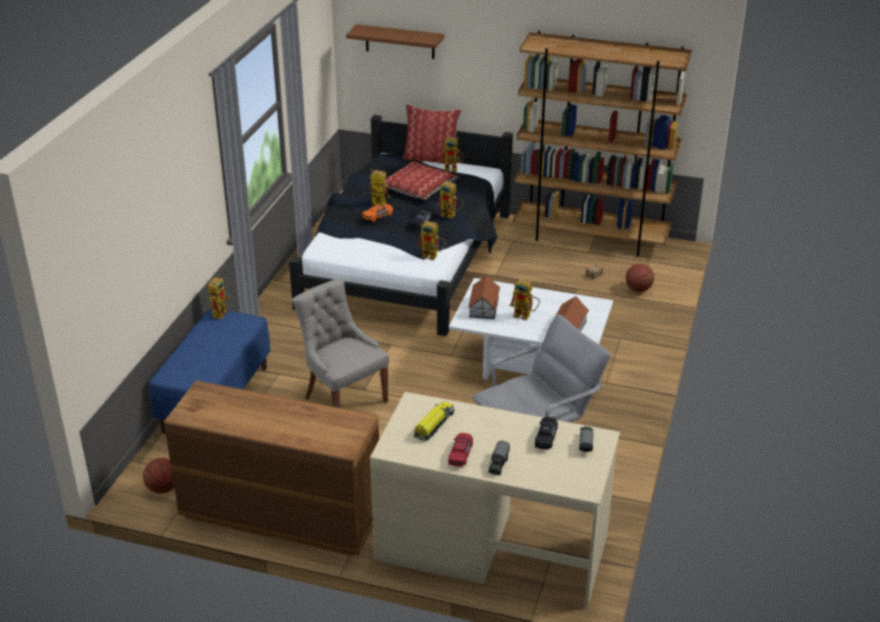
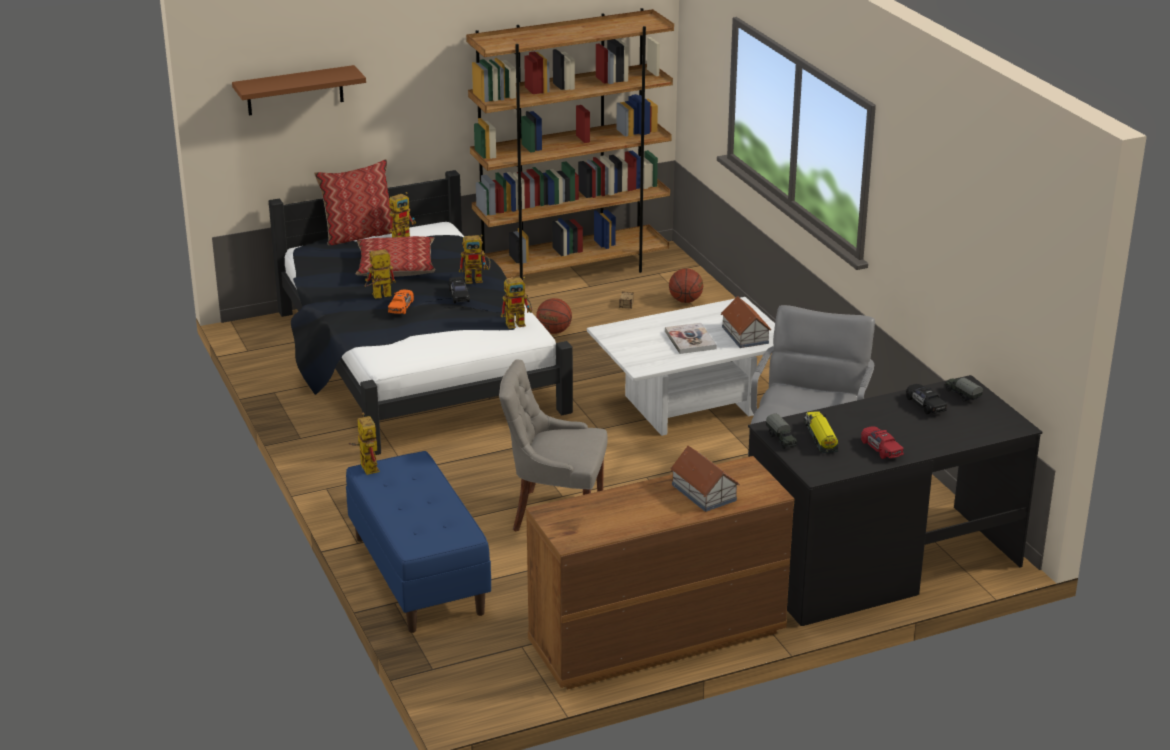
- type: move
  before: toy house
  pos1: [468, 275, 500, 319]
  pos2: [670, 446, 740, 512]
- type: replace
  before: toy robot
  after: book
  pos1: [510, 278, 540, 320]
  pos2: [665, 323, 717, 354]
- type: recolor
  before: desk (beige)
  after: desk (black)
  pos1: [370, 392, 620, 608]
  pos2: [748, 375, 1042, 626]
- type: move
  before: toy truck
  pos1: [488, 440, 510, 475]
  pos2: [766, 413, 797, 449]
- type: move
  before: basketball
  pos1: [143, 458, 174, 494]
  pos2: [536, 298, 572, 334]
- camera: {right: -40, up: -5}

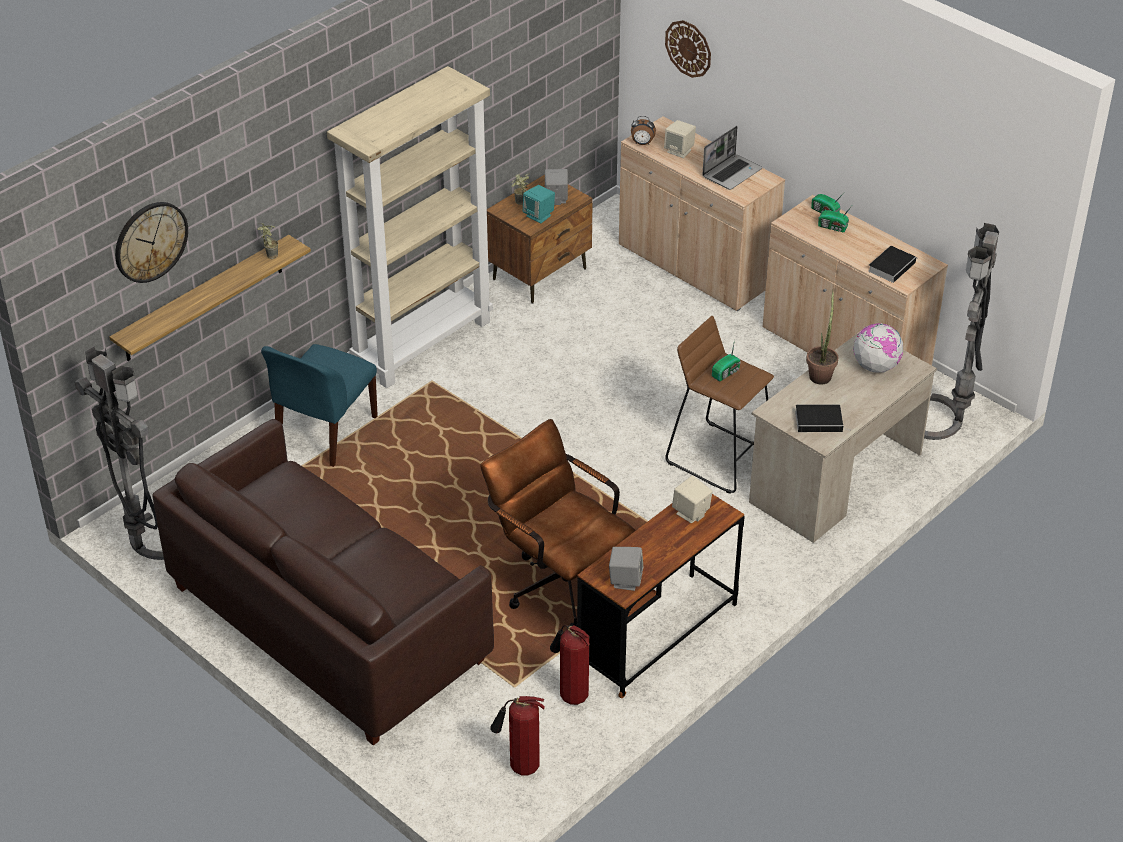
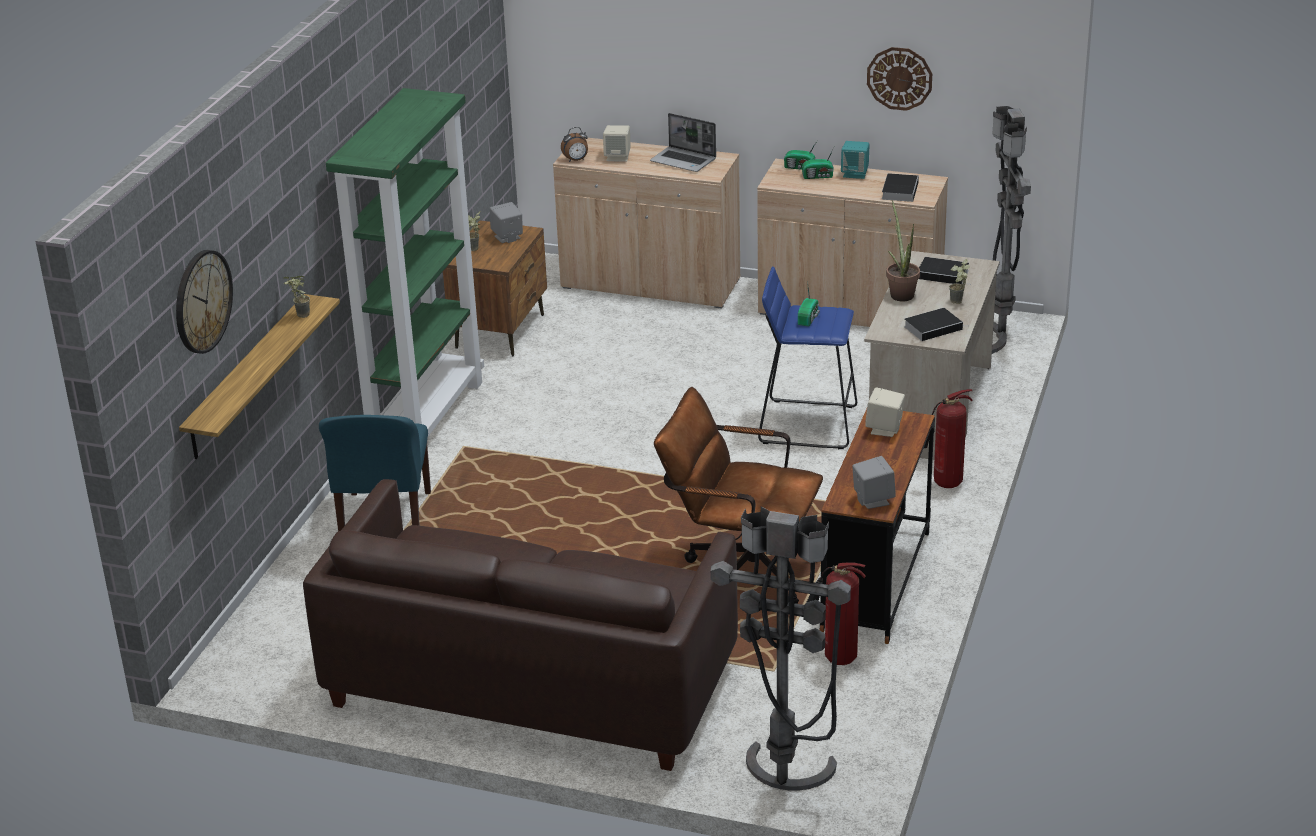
- type: move
  before: wall clock
  pos1: [665, 20, 711, 78]
  pos2: [867, 47, 932, 111]
- type: recolor
  before: bookcase (beige)
  after: bookcase (green)
  pos1: [327, 66, 493, 388]
  pos2: [326, 88, 484, 436]
- type: rotate
  before: laptop
  pos1: [702, 126, 762, 190]
  pos2: [650, 113, 716, 172]
  turn: 105
- type: move
  before: speaker (turquoise)
  pos1: [523, 185, 555, 223]
  pos2: [841, 141, 870, 179]
- type: recolor
  before: stool (brown)
  after: stool (blue)
  pos1: [665, 316, 774, 494]
  pos2: [758, 266, 857, 449]
- type: replace
  before: globe
  after: book
  pos1: [853, 323, 903, 373]
  pos2: [919, 257, 972, 285]
- type: move
  before: floor lamp (grey)
  pos1: [75, 346, 164, 560]
  pos2: [711, 506, 851, 791]
- type: move
  before: fire extinguisher
  pos1: [490, 696, 545, 776]
  pos2: [924, 389, 972, 488]
- type: insert
  after: potted plant
  pos2: [949, 259, 970, 304]
- camera: {right: -25, up: -10}

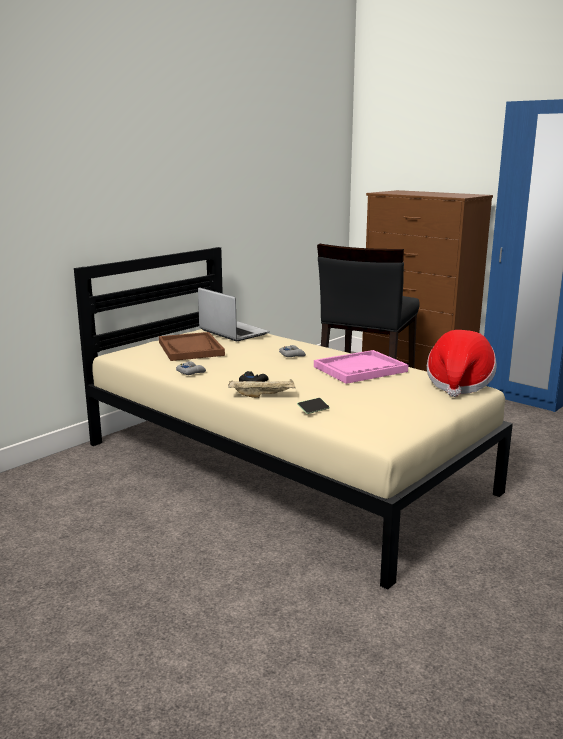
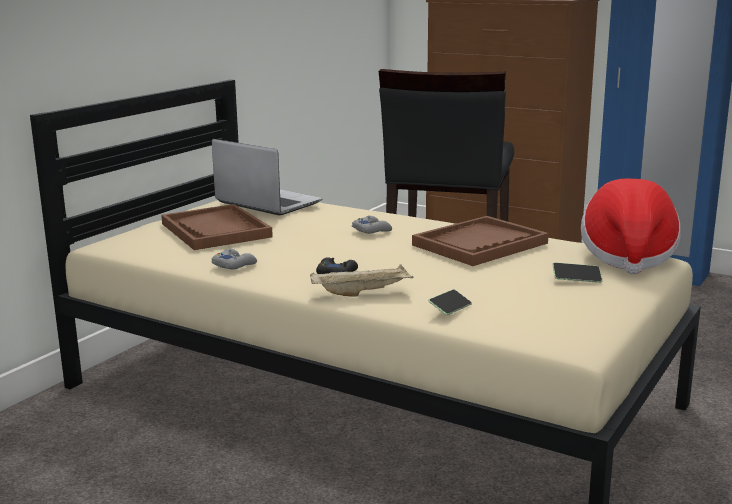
- type: recolor
  before: tray (pink)
  after: tray (brown)
  pos1: [314, 350, 408, 384]
  pos2: [412, 216, 549, 266]
- type: insert
  after: phone
  pos2: [552, 262, 603, 283]
- camera: {right: -10, up: 0}

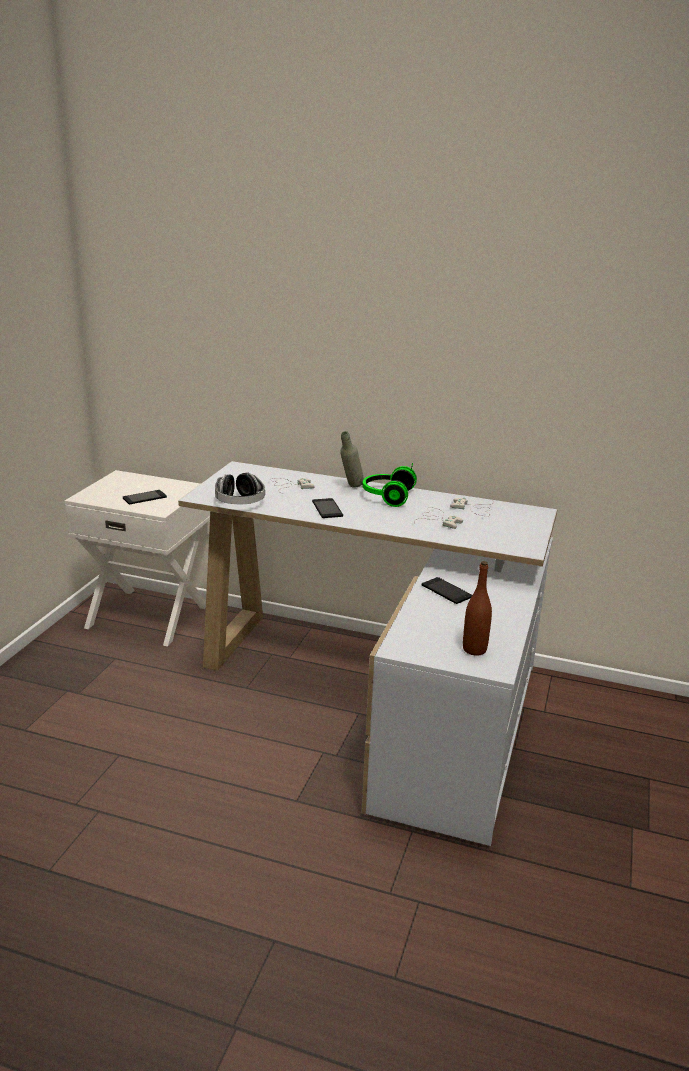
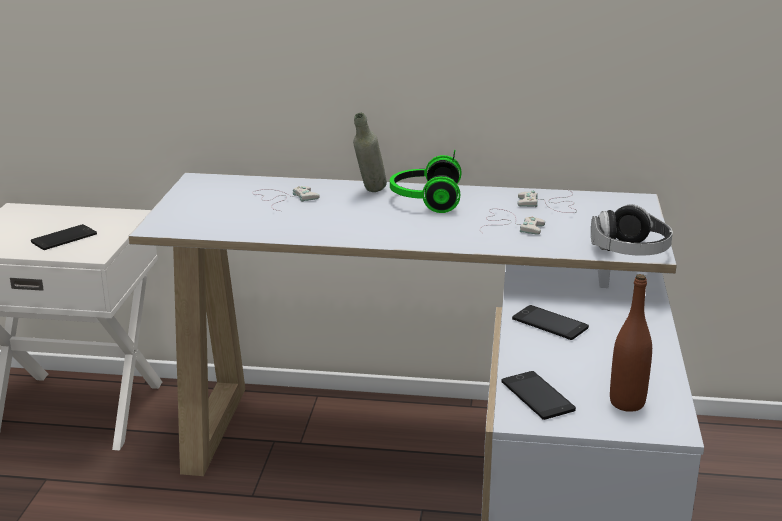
- type: move
  before: headphones
  pos1: [215, 473, 265, 504]
  pos2: [591, 205, 673, 256]
- type: move
  before: phone
  pos1: [312, 498, 343, 518]
  pos2: [501, 371, 576, 420]
- camera: {right: -10, up: 0}

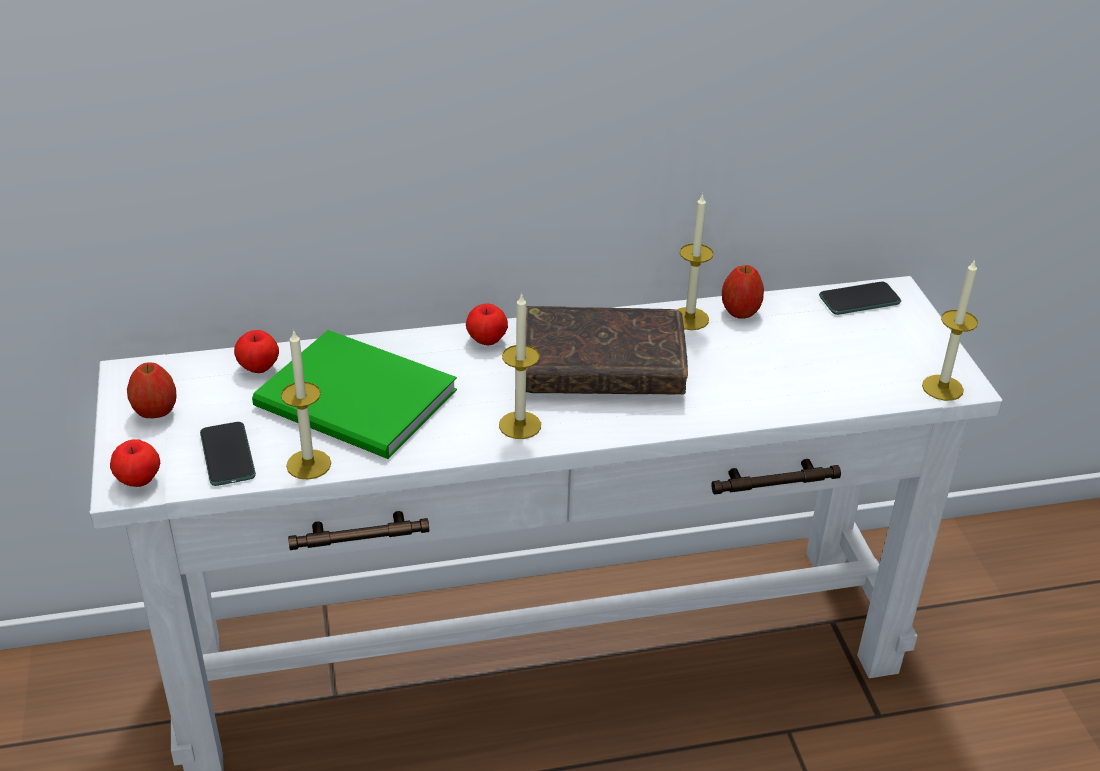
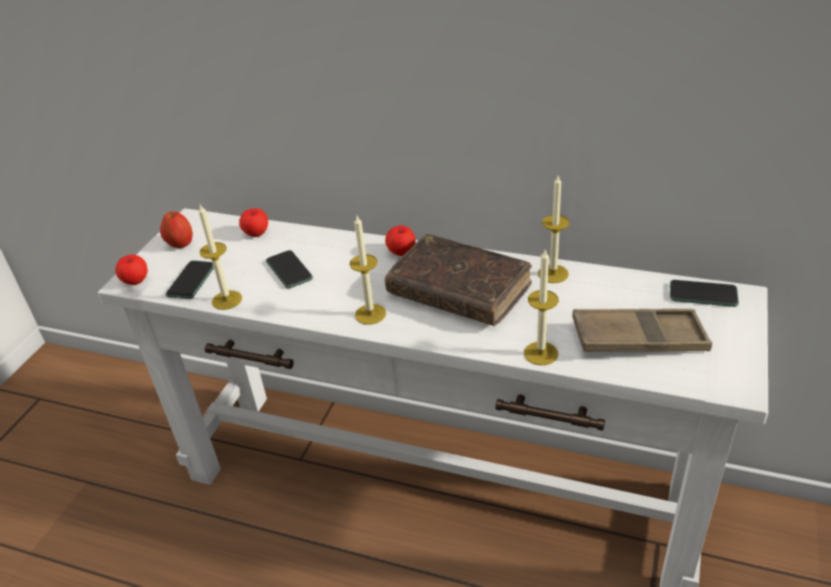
- type: move
  before: candle
  pos1: [922, 259, 978, 401]
  pos2: [524, 250, 559, 365]
- type: delete
  before: apple
  pos1: [722, 265, 764, 319]
- type: replace
  before: book (green)
  after: phone
  pos1: [252, 330, 457, 459]
  pos2: [266, 250, 313, 288]
- type: insert
  after: tray (brown)
  pos2: [572, 309, 712, 352]
- camera: {right: 35, up: 0}

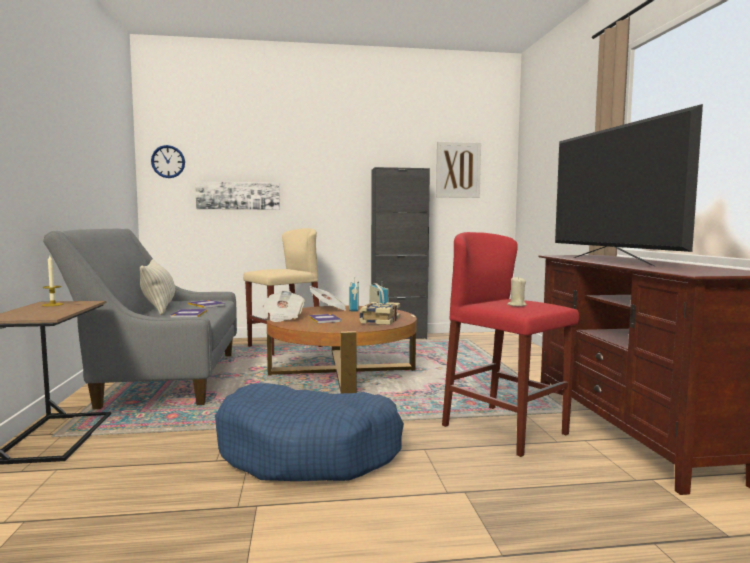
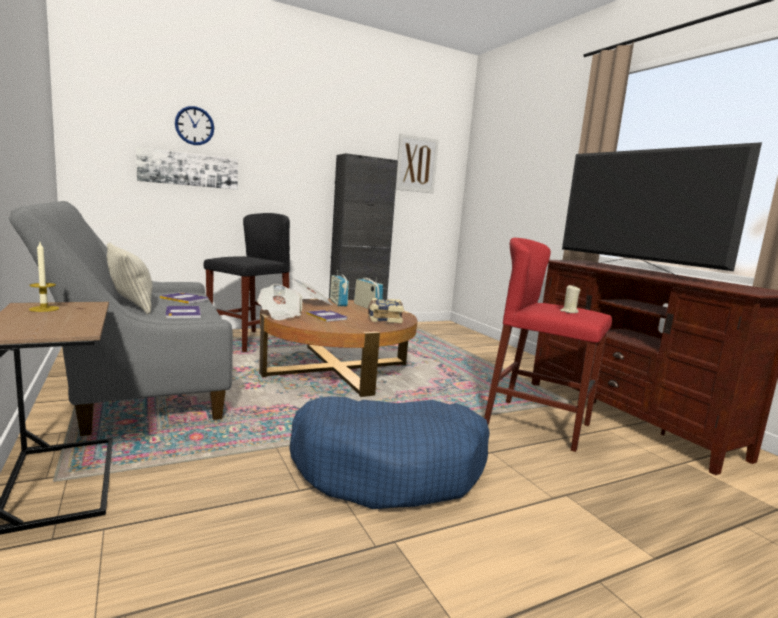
- type: move
  before: wall clock
  pos1: [151, 145, 185, 178]
  pos2: [175, 106, 214, 145]
- type: recolor
  before: stool (beige)
  after: stool (black)
  pos1: [243, 228, 322, 355]
  pos2: [204, 213, 290, 352]
- camera: {right: -20, up: 5}

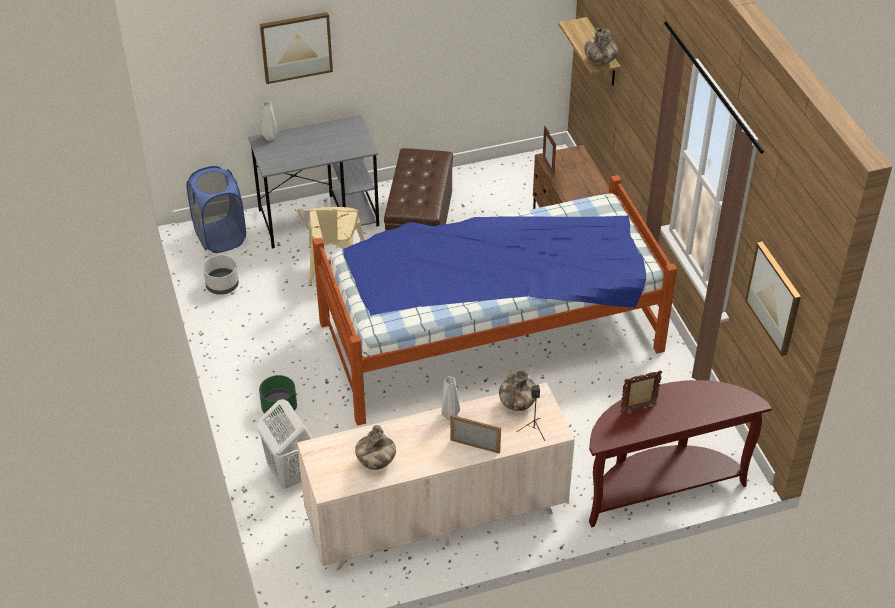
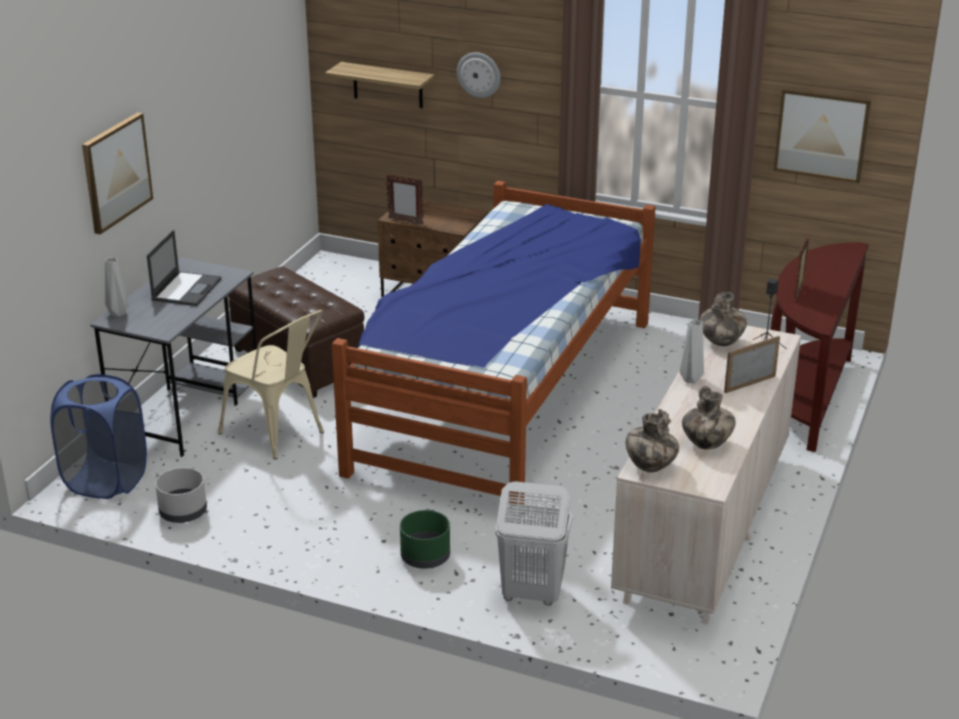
- type: move
  before: vase
  pos1: [585, 28, 618, 66]
  pos2: [626, 409, 679, 472]
- type: insert
  after: wall clock
  pos2: [457, 52, 500, 98]
- type: insert
  after: laptop
  pos2: [147, 230, 222, 306]
- camera: {right: -50, up: -15}

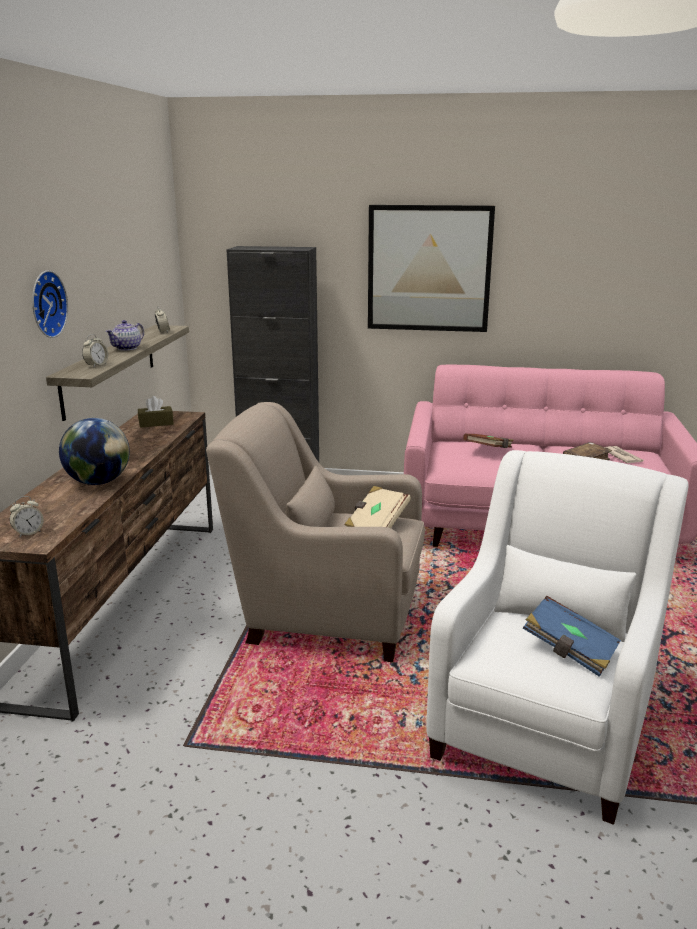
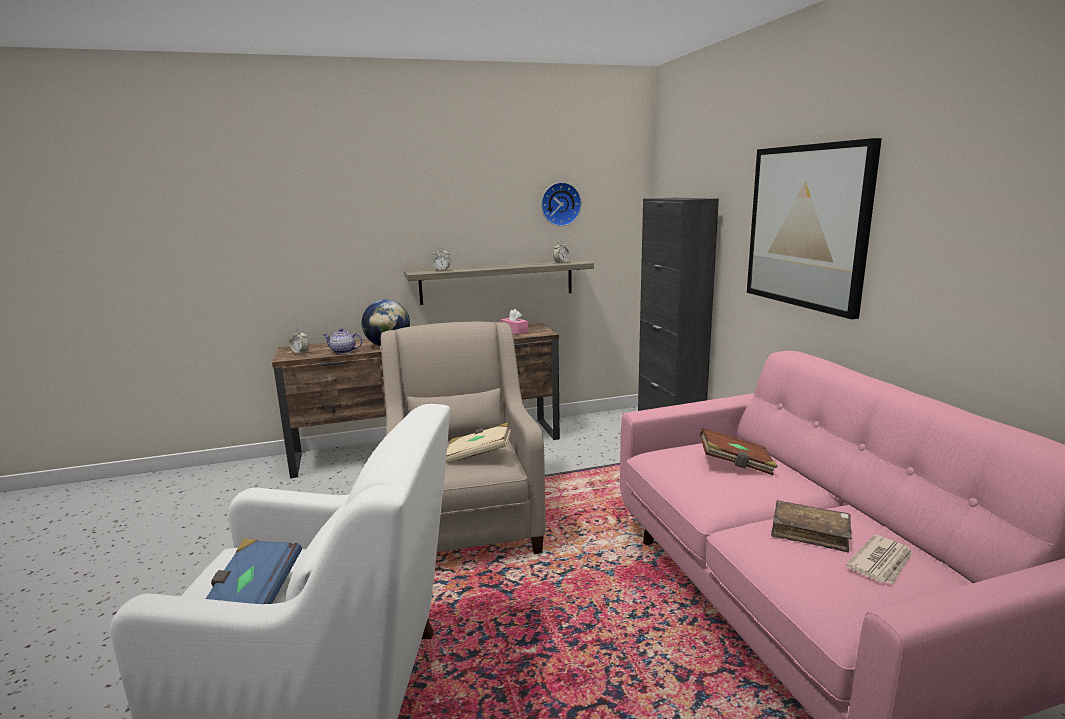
- type: move
  before: wall clock
  pos1: [32, 270, 68, 338]
  pos2: [541, 182, 582, 226]
- type: move
  before: teapot
  pos1: [106, 320, 144, 351]
  pos2: [322, 328, 362, 354]
- type: recolor
  before: tissue box (brown)
  after: tissue box (pink)
  pos1: [138, 396, 174, 428]
  pos2: [501, 309, 529, 335]
- camera: {right: 65, up: -5}

